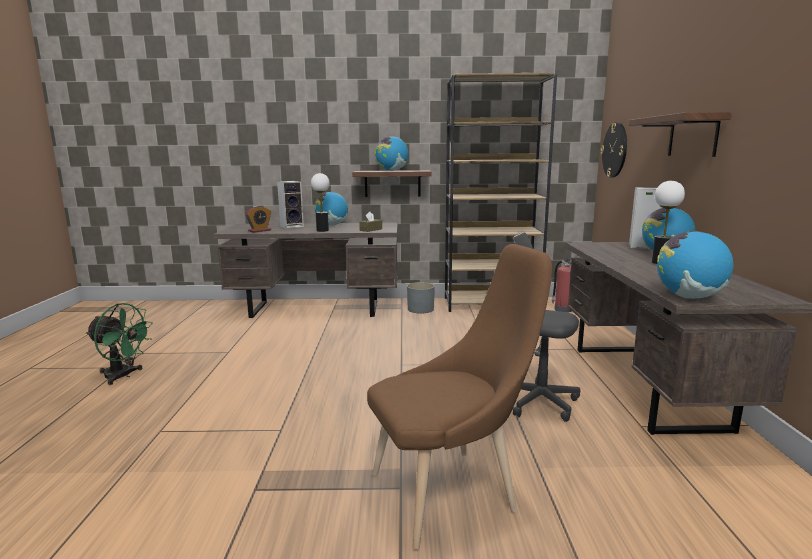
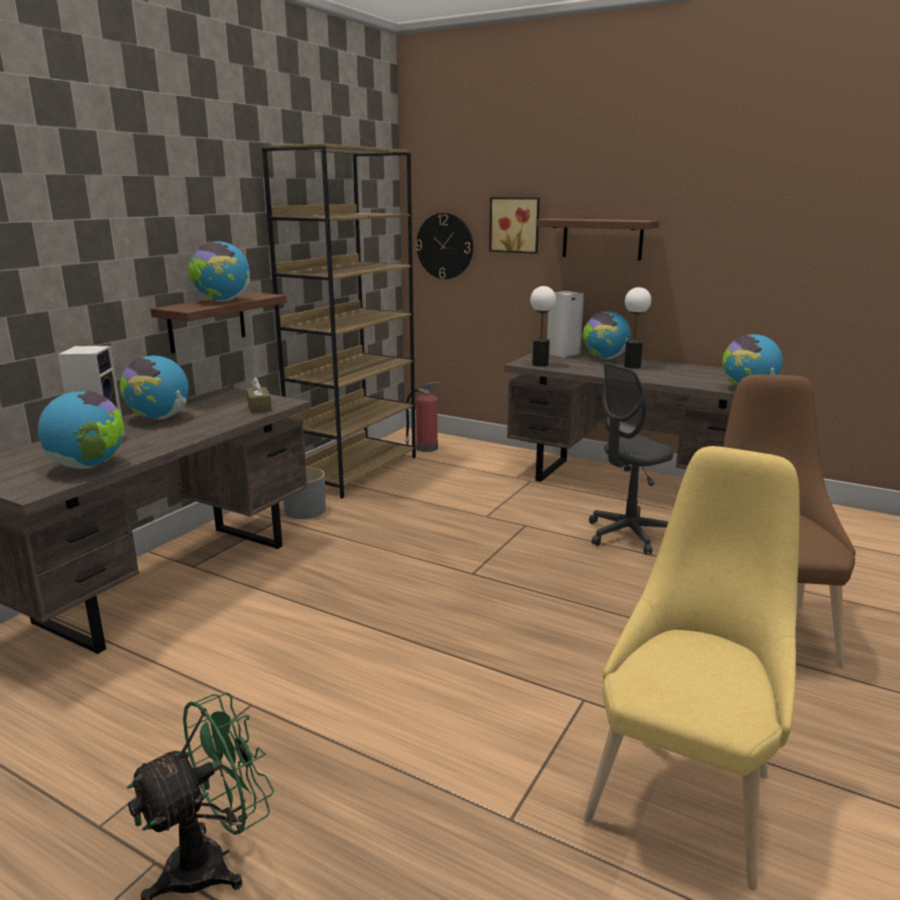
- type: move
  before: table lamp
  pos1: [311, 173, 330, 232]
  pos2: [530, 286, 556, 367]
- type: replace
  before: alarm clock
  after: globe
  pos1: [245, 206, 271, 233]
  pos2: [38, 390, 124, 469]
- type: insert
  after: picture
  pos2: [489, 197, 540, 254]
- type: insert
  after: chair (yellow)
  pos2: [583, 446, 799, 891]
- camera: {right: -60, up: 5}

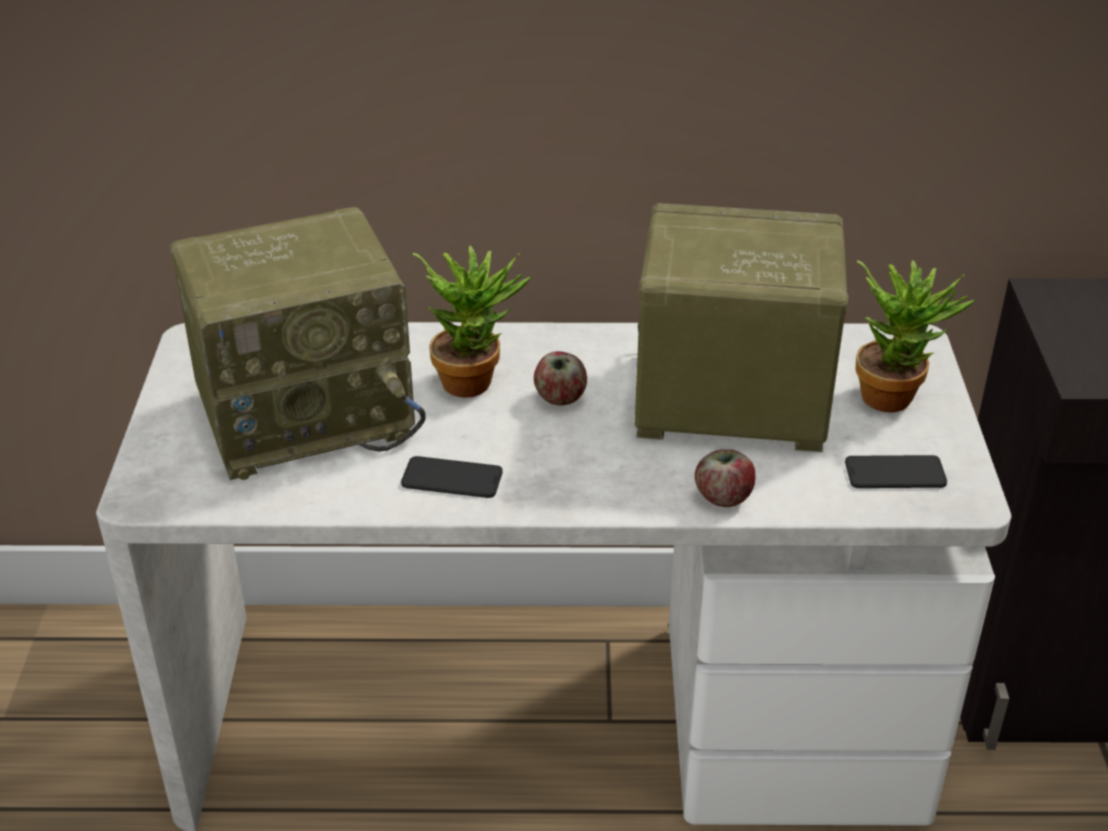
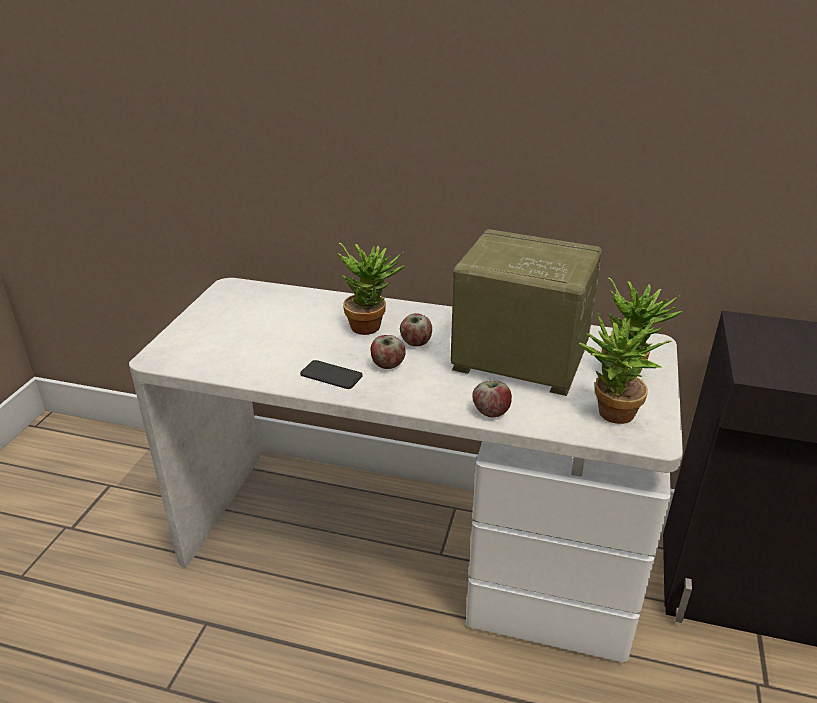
- type: delete
  before: radio
  pos1: [170, 207, 426, 480]
- type: replace
  before: phone
  after: potted plant
  pos1: [845, 455, 947, 488]
  pos2: [579, 313, 673, 424]
- type: insert
  after: apple
  pos2: [371, 335, 406, 369]
- camera: {right: 15, up: -5}

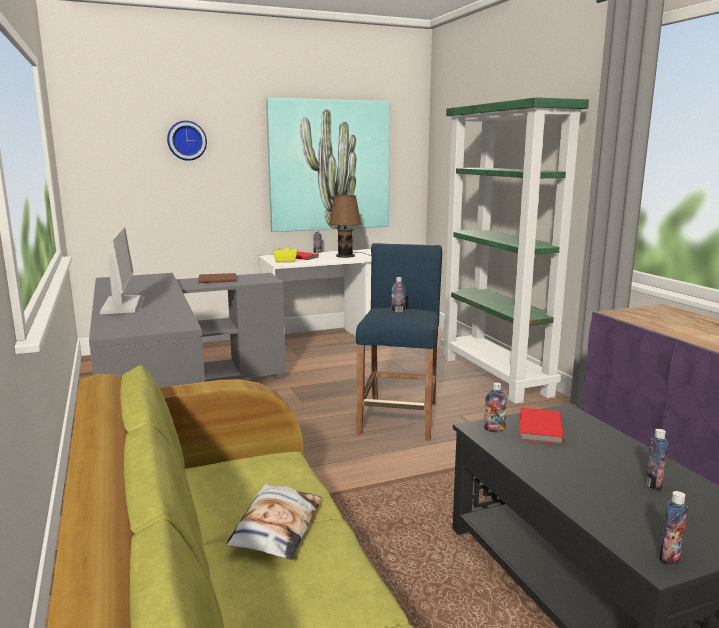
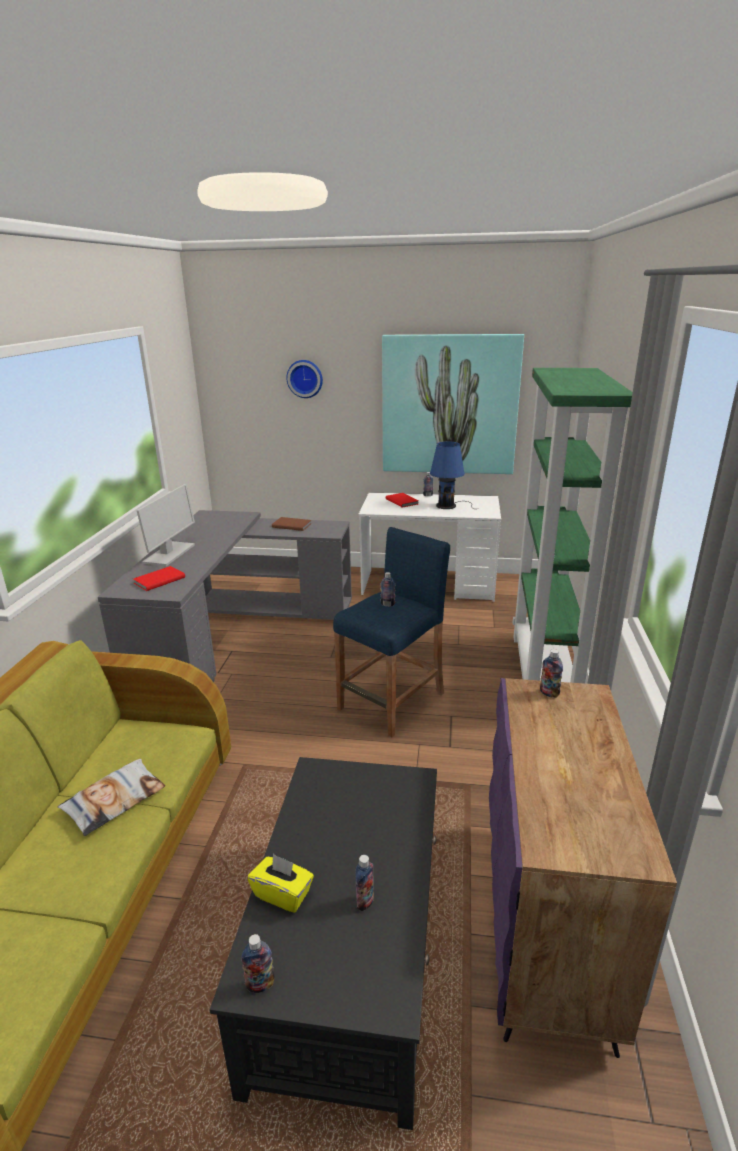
- type: recolor
  before: table lamp (brown)
  after: table lamp (blue)
  pos1: [329, 195, 371, 258]
  pos2: [430, 441, 473, 509]
- type: move
  before: tissue box (yellow)
  pos1: [273, 242, 297, 262]
  pos2: [248, 854, 314, 913]
- type: move
  before: bottle
  pos1: [484, 382, 507, 433]
  pos2: [540, 649, 563, 698]
- type: move
  before: book (red)
  pos1: [520, 407, 564, 444]
  pos2: [133, 566, 185, 591]
- camera: {right: 30, up: 10}

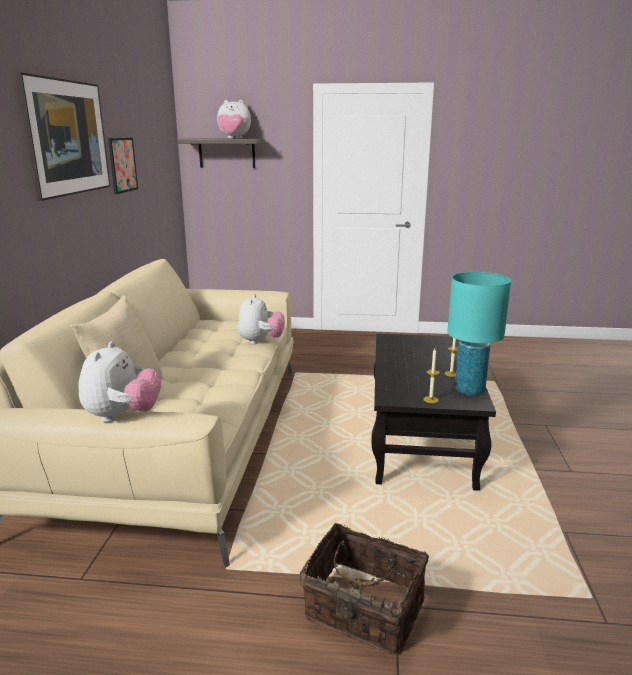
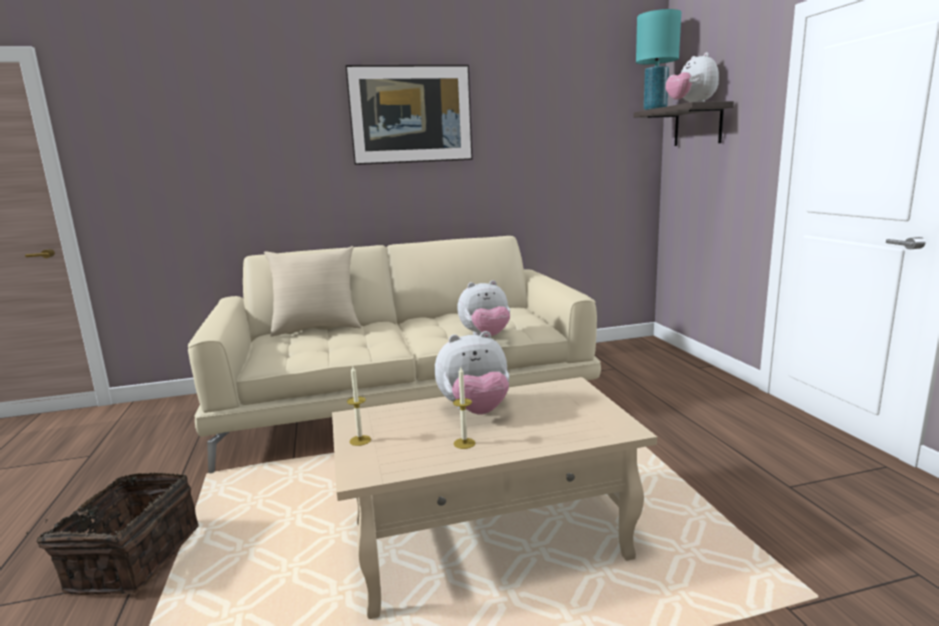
- type: delete
  before: picture
  pos1: [108, 138, 138, 194]
- type: move
  before: table lamp (turquoise)
  pos1: [447, 272, 511, 395]
  pos2: [636, 9, 681, 110]
- type: recolor
  before: coffee table (black)
  after: coffee table (beige)
  pos1: [371, 334, 496, 491]
  pos2: [332, 377, 657, 619]
- type: move
  before: plush toy
  pos1: [78, 341, 161, 422]
  pos2: [435, 331, 509, 414]
- camera: {right: 70, up: -5}

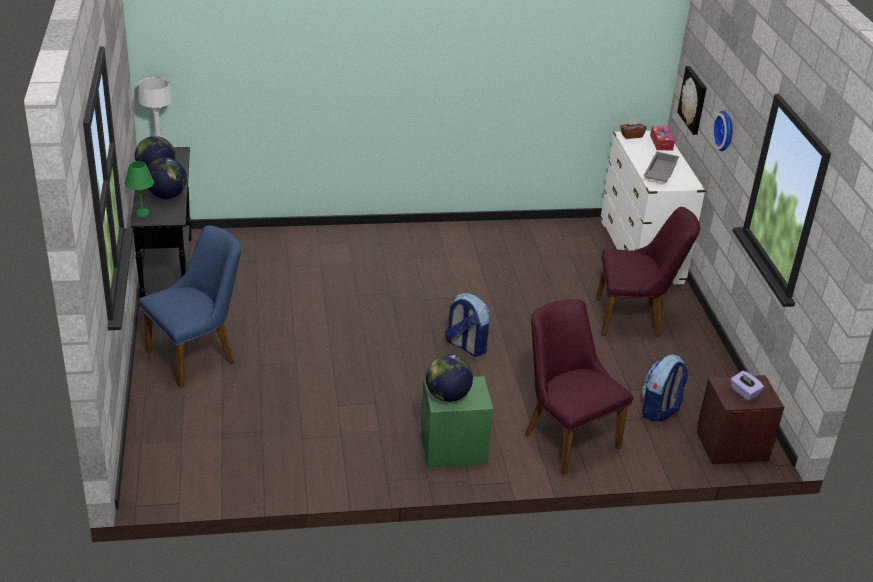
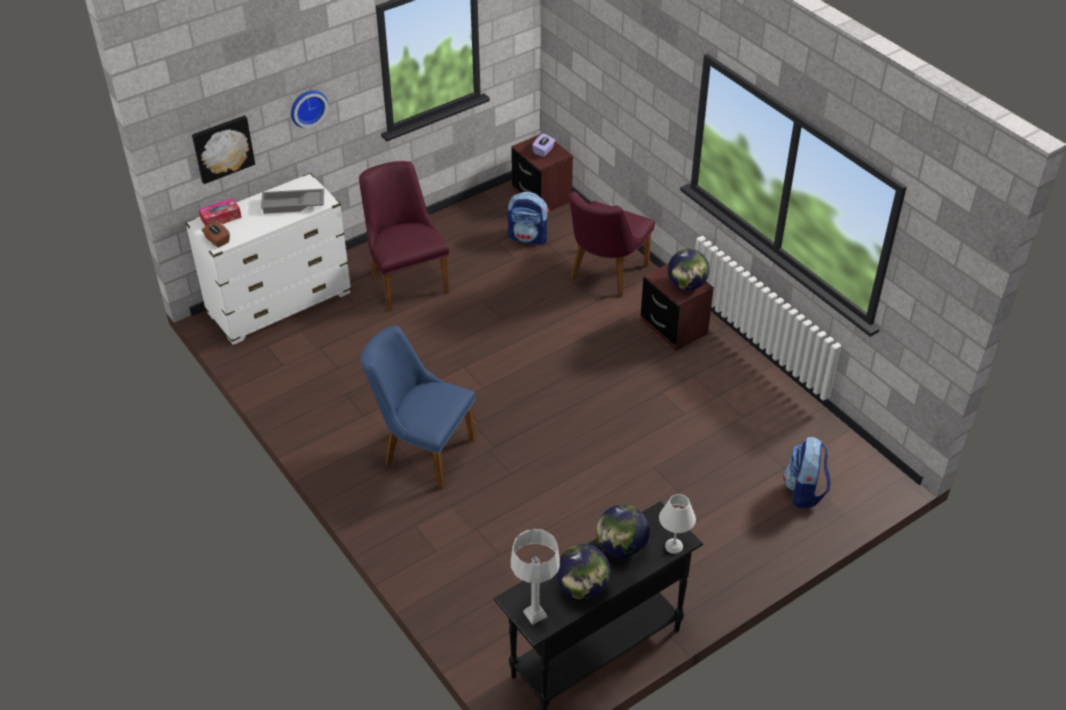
- type: recolor
  before: table lamp (green)
  after: table lamp (white)
  pos1: [125, 161, 154, 217]
  pos2: [659, 494, 696, 554]
- type: move
  before: chair (blue)
  pos1: [139, 225, 242, 387]
  pos2: [361, 326, 475, 489]
- type: move
  before: backpack
  pos1: [445, 293, 489, 357]
  pos2: [783, 437, 830, 508]
- type: recolor
  before: nightstand (green)
  after: nightstand (brown)
  pos1: [421, 376, 493, 468]
  pos2: [641, 263, 714, 351]
- camera: {right: -115, up: 10}

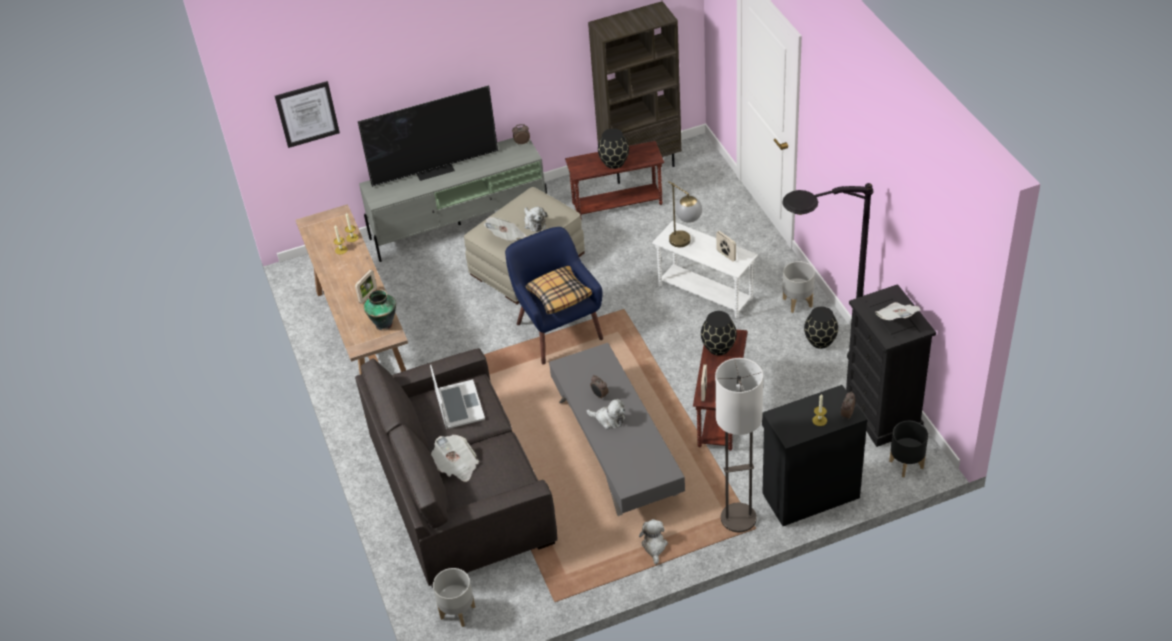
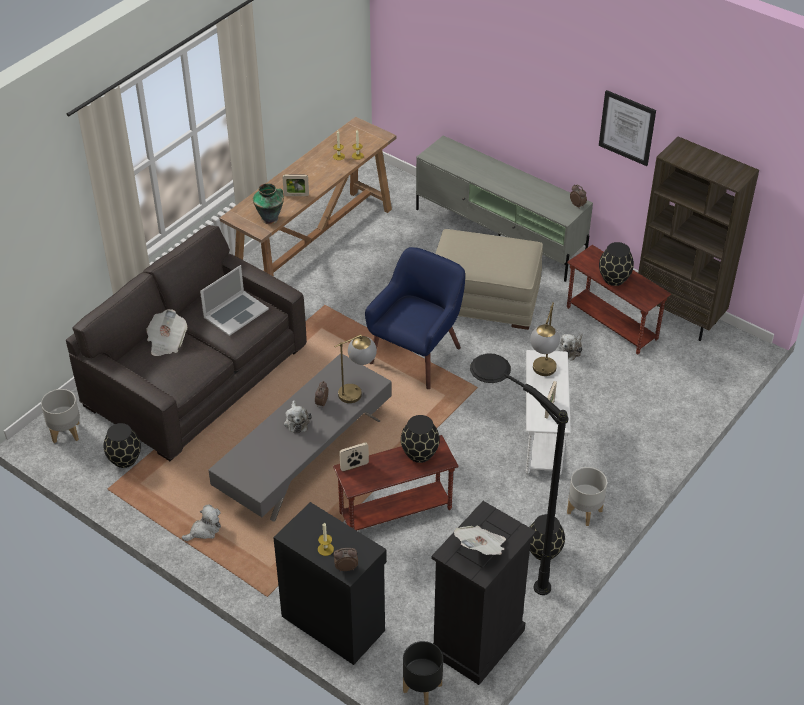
- type: move
  before: picture
  pos1: [275, 81, 340, 148]
  pos2: [599, 90, 656, 166]
- type: delete
  before: television
  pos1: [358, 85, 498, 187]
- type: move
  before: plush toy
  pos1: [524, 207, 547, 232]
  pos2: [559, 333, 583, 361]
- type: delete
  before: newspaper
  pos1: [484, 216, 526, 241]
- type: delete
  before: pillow
  pos1: [525, 266, 592, 315]
- type: delete
  before: floor lamp
  pos1: [715, 358, 763, 532]
- type: insert
  after: table lamp
  pos2: [334, 334, 377, 403]
- type: insert
  after: vase (black)
  pos2: [103, 423, 141, 468]
- camera: {right: 55, up: 0}

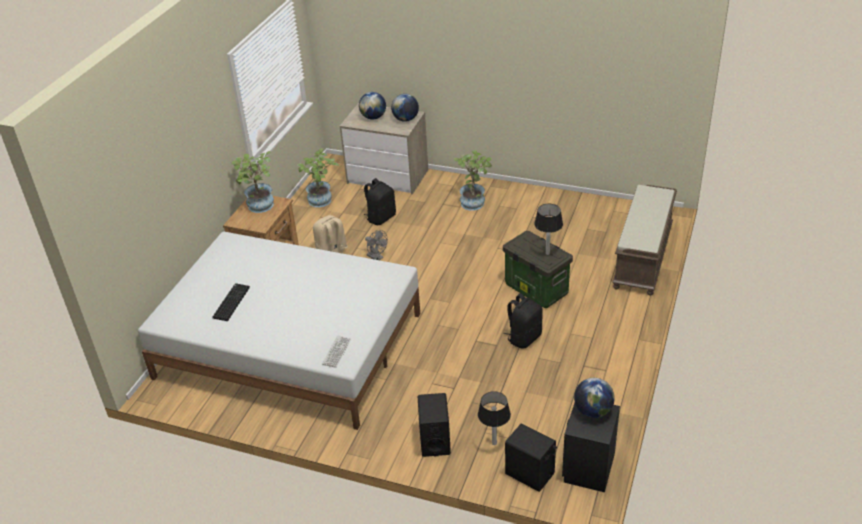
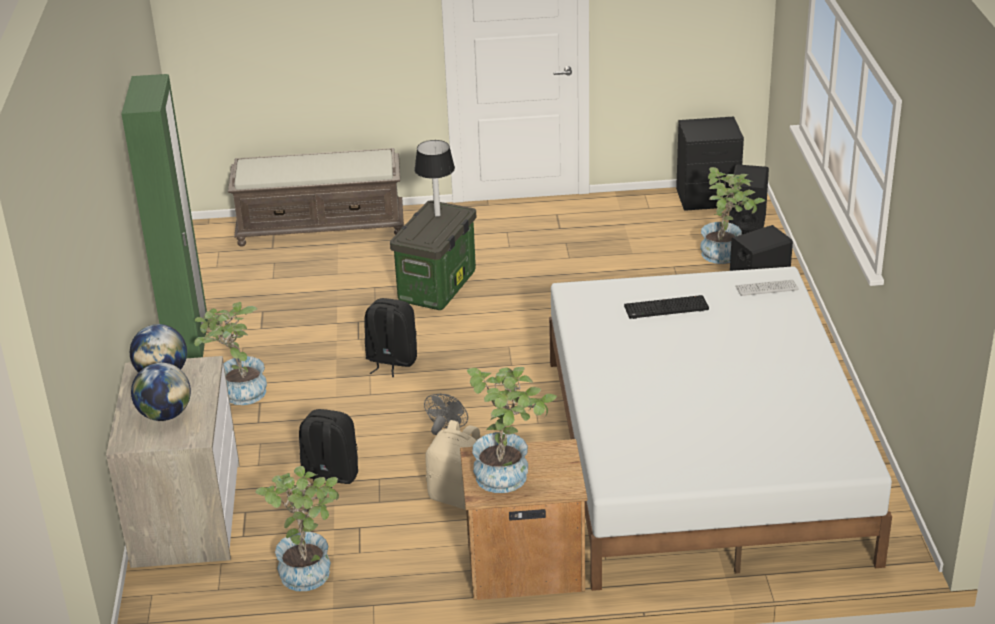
- type: move
  before: keyboard
  pos1: [213, 283, 250, 321]
  pos2: [624, 295, 709, 319]
- type: move
  before: backpack (black)
  pos1: [503, 293, 543, 348]
  pos2: [364, 298, 417, 377]
- type: delete
  before: globe
  pos1: [574, 378, 615, 418]
- type: replace
  before: table lamp
  after: potted plant
  pos1: [478, 391, 511, 445]
  pos2: [700, 167, 766, 264]
- type: insert
  after: wardrobe (green)
  pos2: [121, 74, 208, 358]
- camera: {right: -115, up: -5}

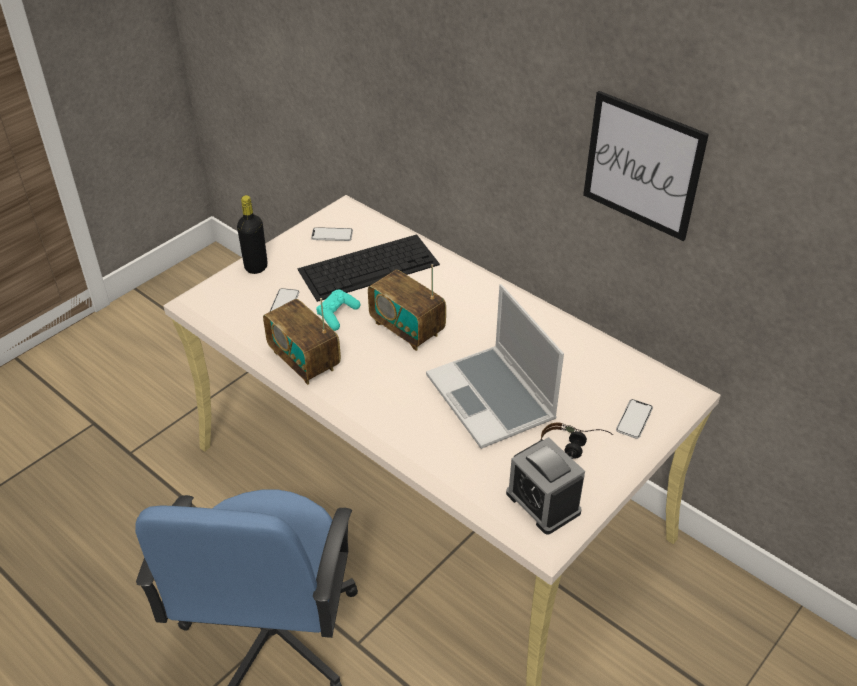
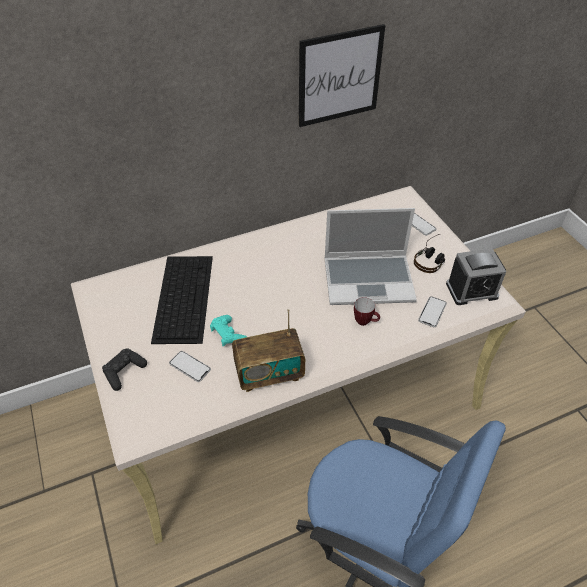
- type: replace
  before: bottle (black)
  after: game controller (black)
  pos1: [237, 195, 268, 274]
  pos2: [102, 348, 147, 391]
- type: move
  before: phone
  pos1: [311, 227, 353, 241]
  pos2: [418, 296, 447, 327]
- type: delete
  before: radio
  pos1: [368, 264, 446, 351]
- type: insert
  after: mug
  pos2: [354, 297, 380, 326]
- camera: {right: -65, up: 5}

